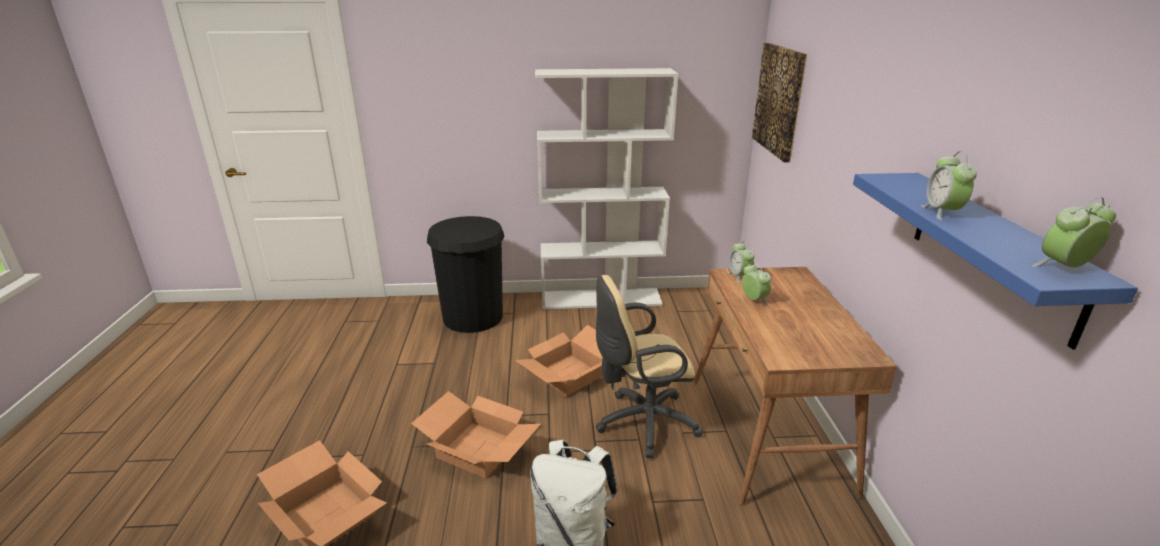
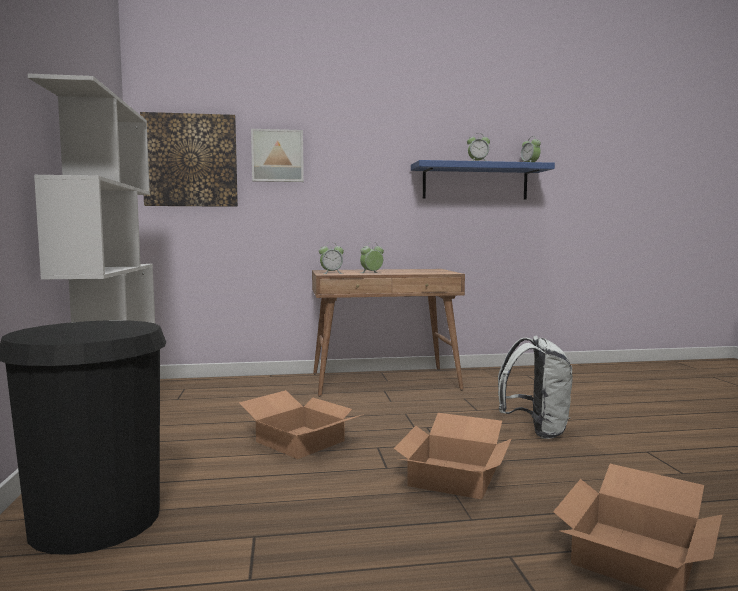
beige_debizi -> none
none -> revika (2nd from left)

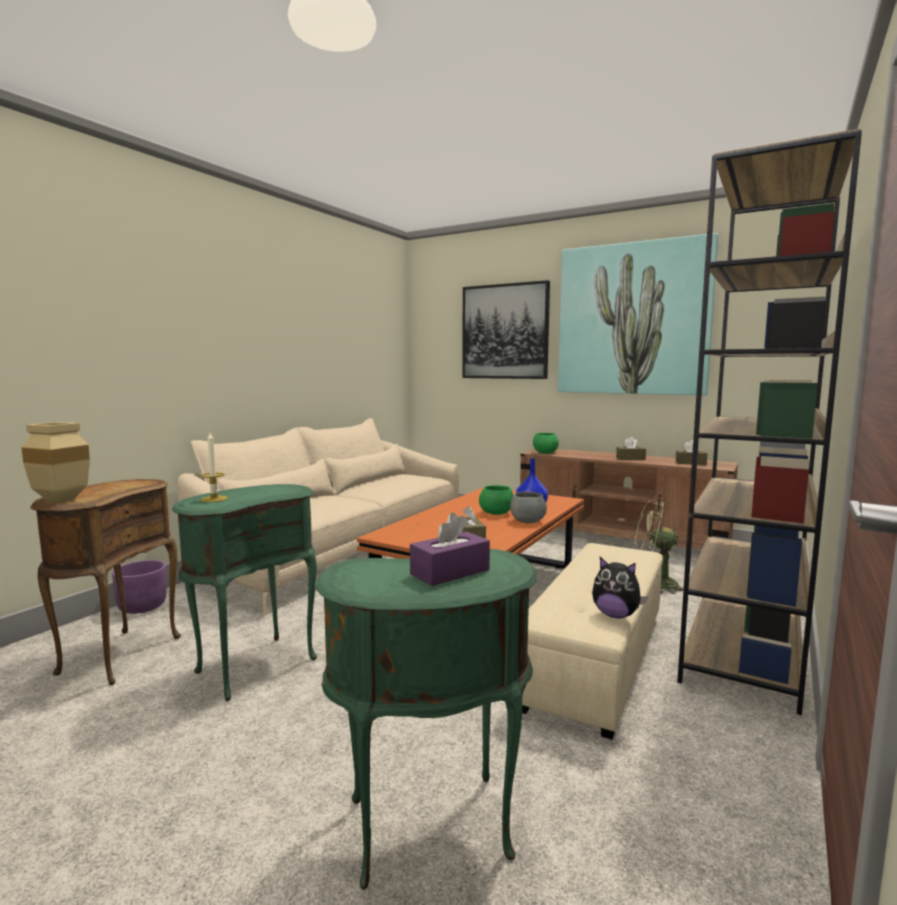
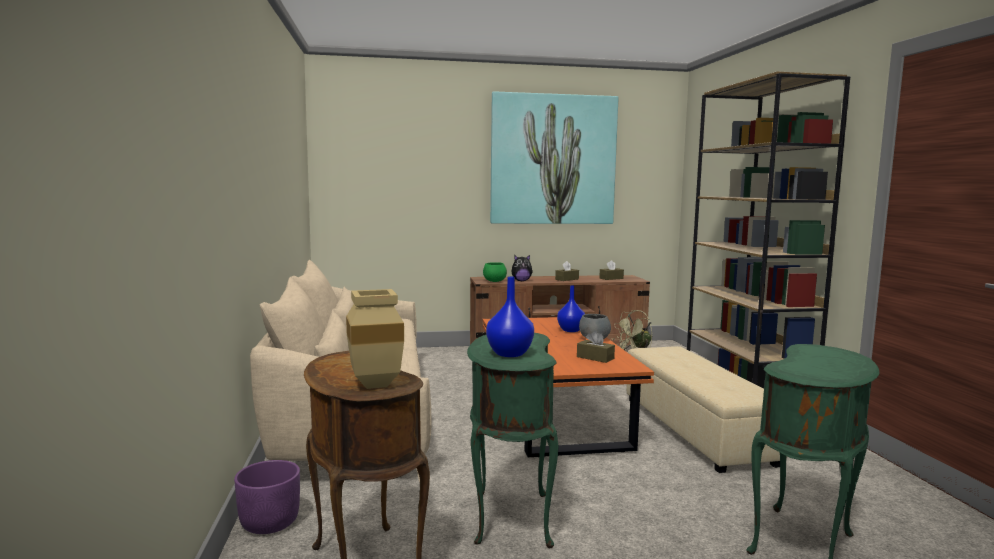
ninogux -> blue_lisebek (1st from left)
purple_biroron -> none
revika (1st from left) -> none
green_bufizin (1st from left) -> none
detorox, moved

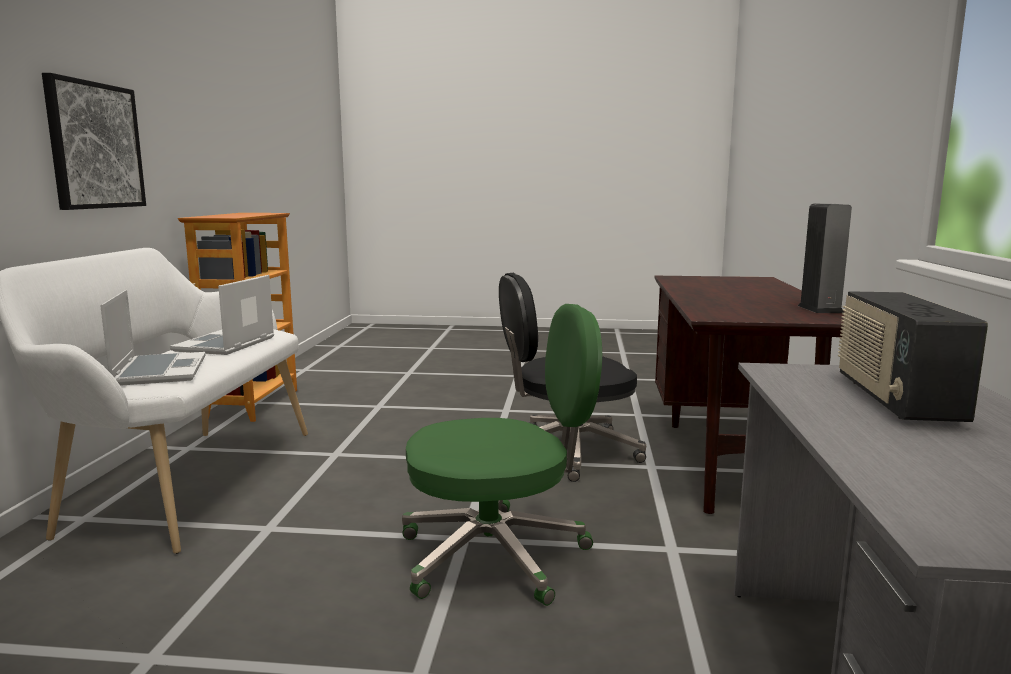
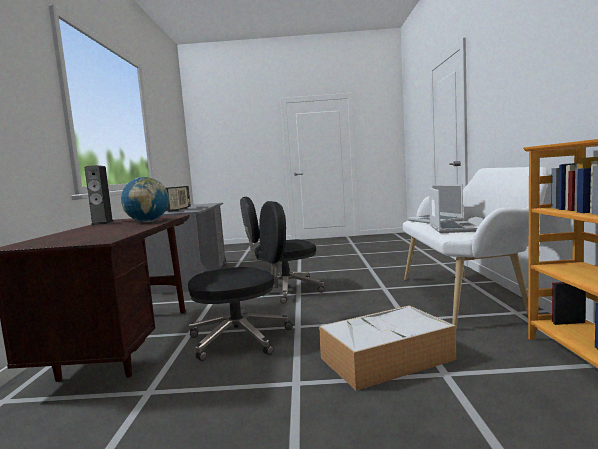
revika -> none
green_debizi -> black_debizi (2nd from left)
none -> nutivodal
none -> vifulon

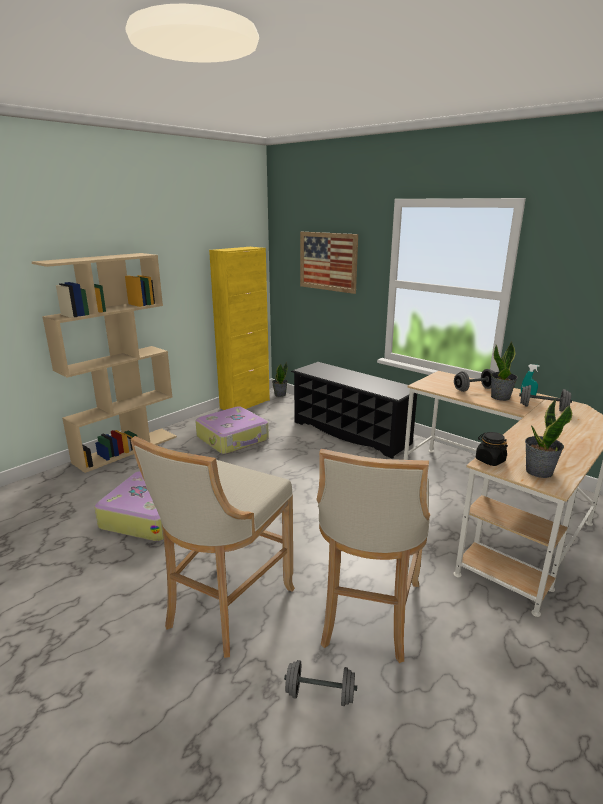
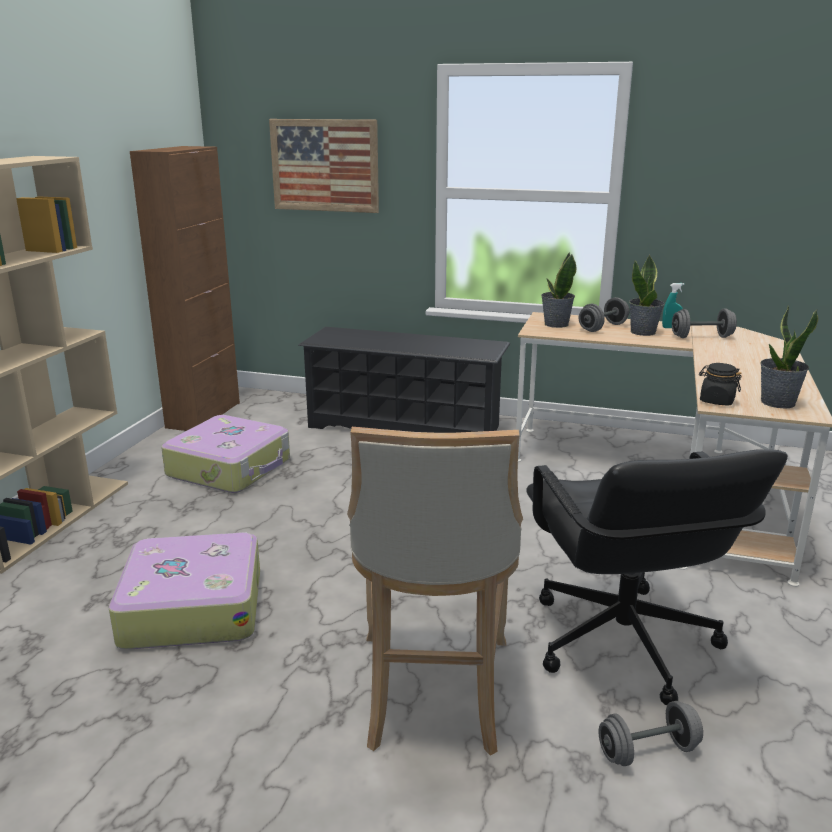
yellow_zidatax -> brown_zidatax
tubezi (1st from left), moved
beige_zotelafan (2nd from left) -> black_debizi

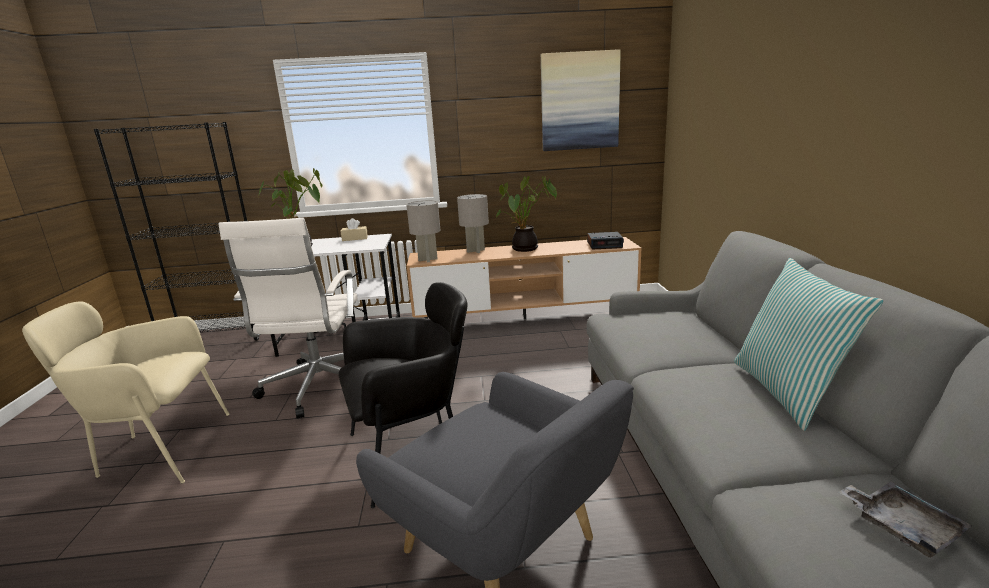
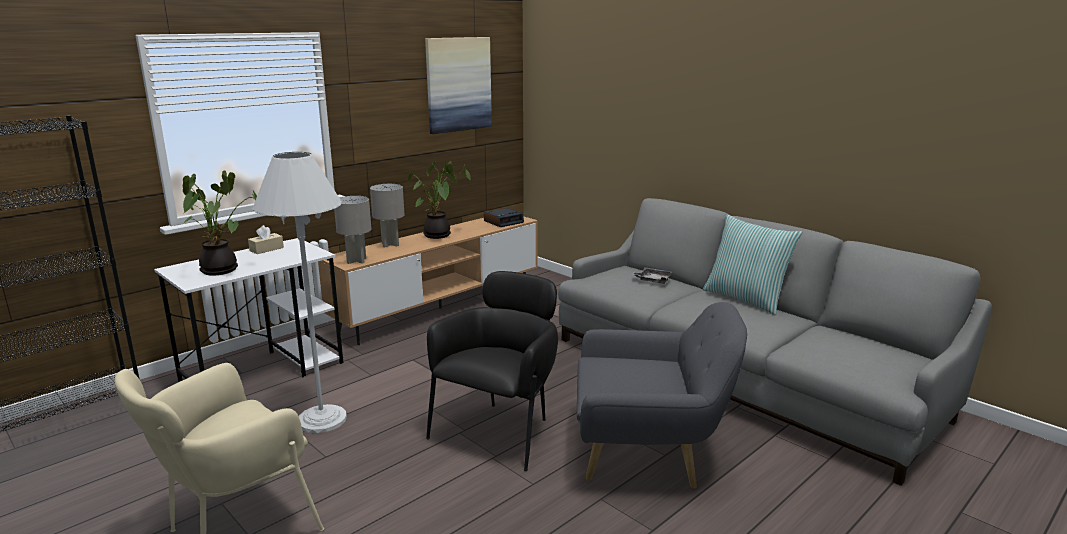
white_debizi -> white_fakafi
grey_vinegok, moved

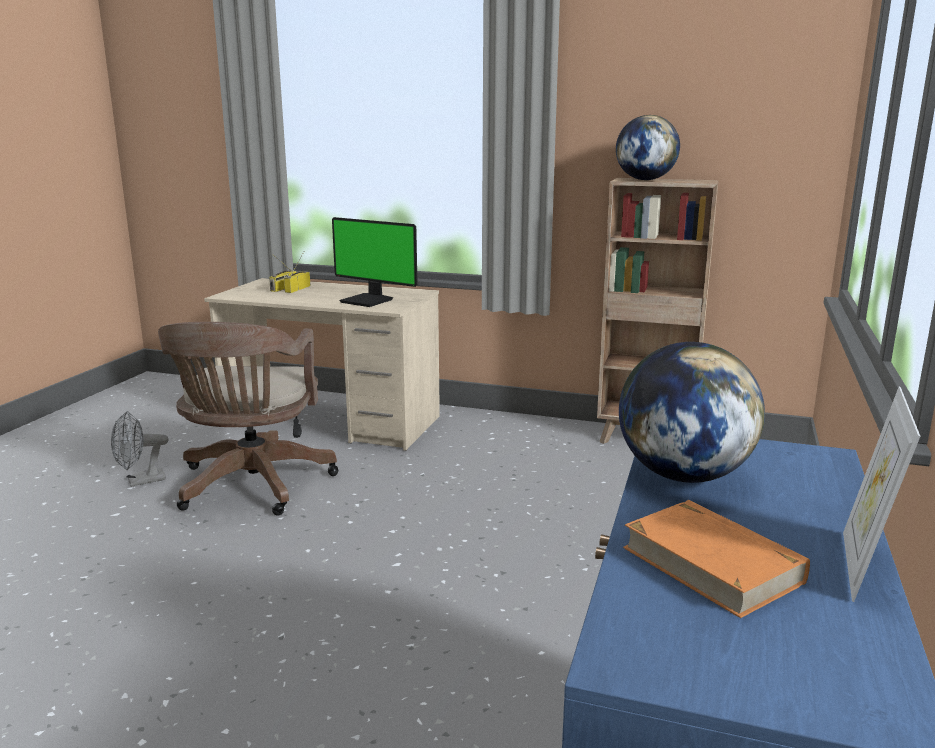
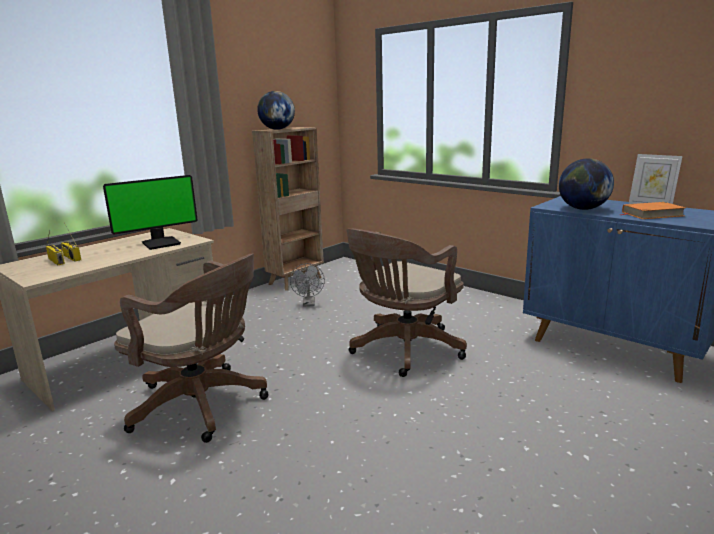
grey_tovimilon, moved
none -> brown_debizi (2nd from left)

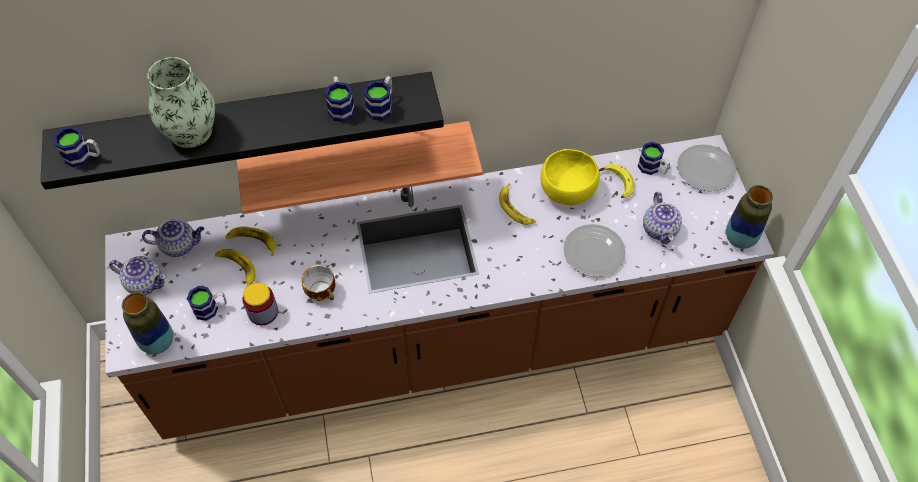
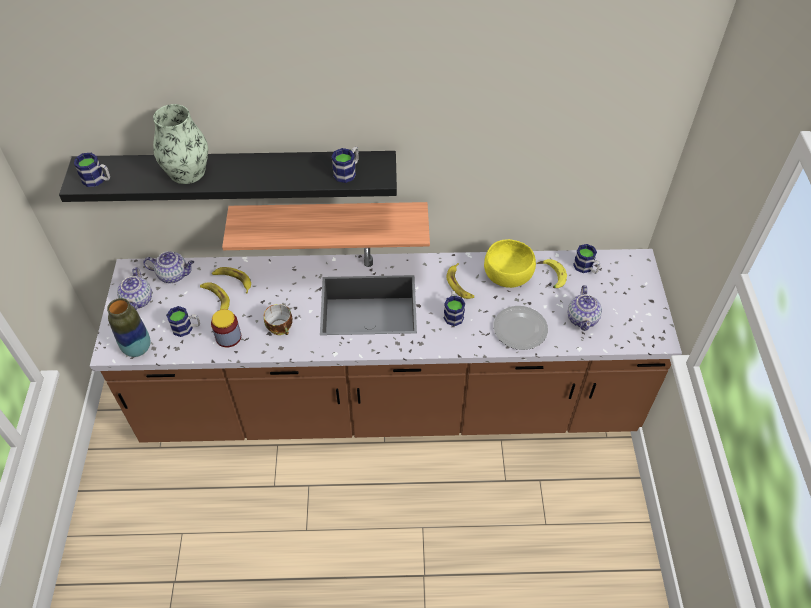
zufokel (1st from left), 60 degrees clockwise
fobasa (3rd from left in the first image) -> fobasa (4th from left), moved
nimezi (2nd from left) -> none
lisebek (3rd from left) -> none

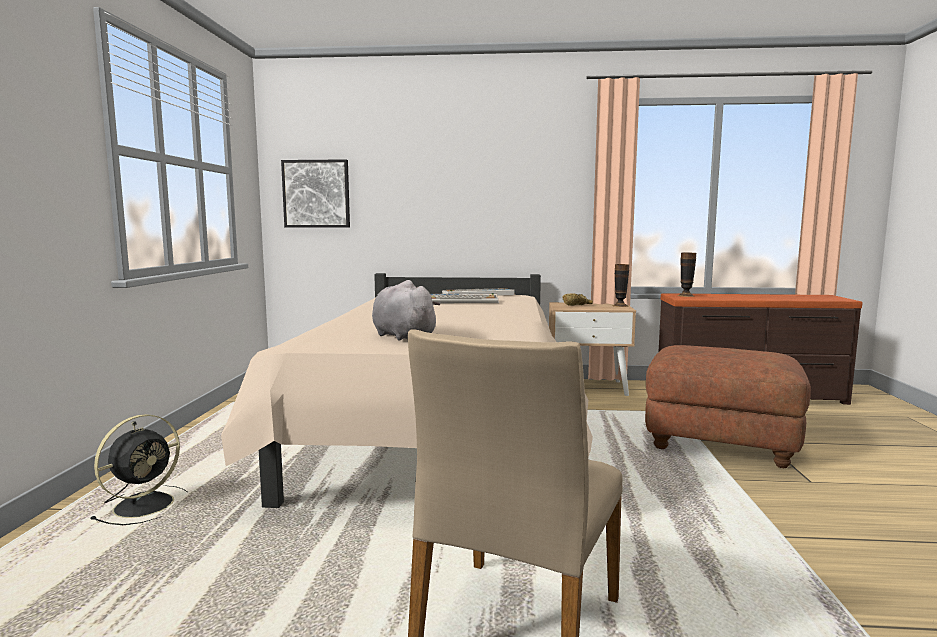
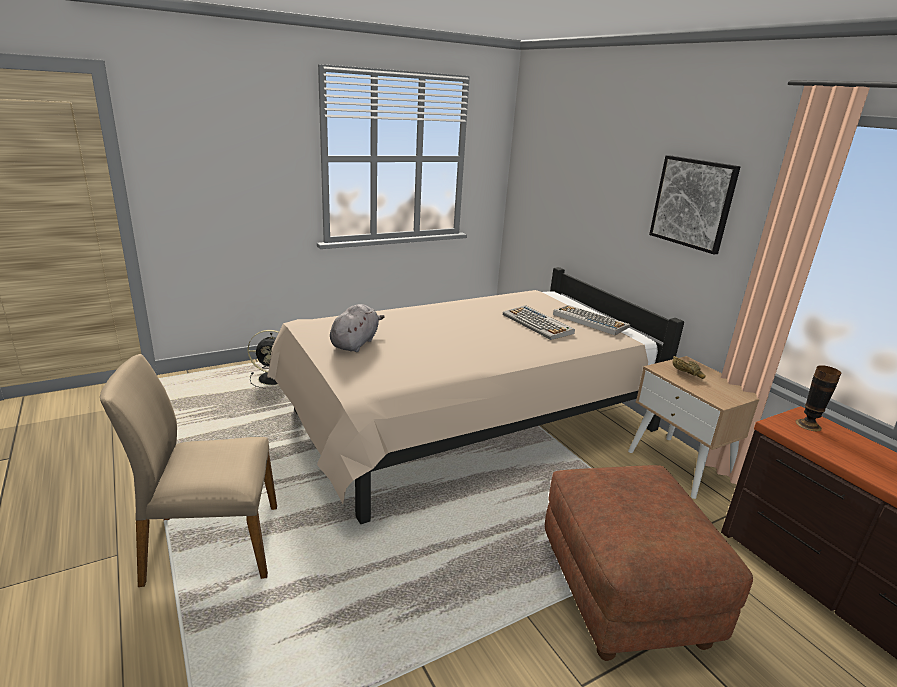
revika, moved
lisebek (1st from left) -> none

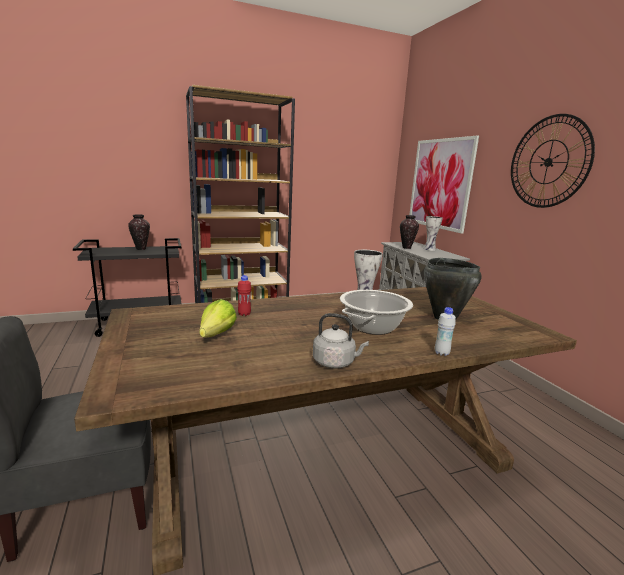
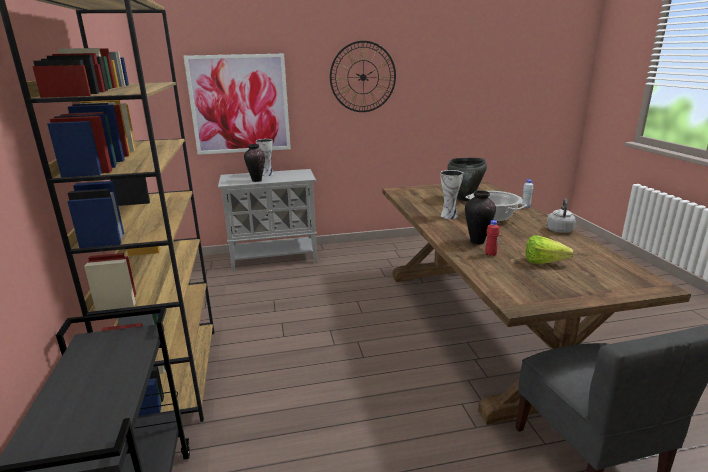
lisebek (1st from left in the first image) -> lisebek (4th from left), moved

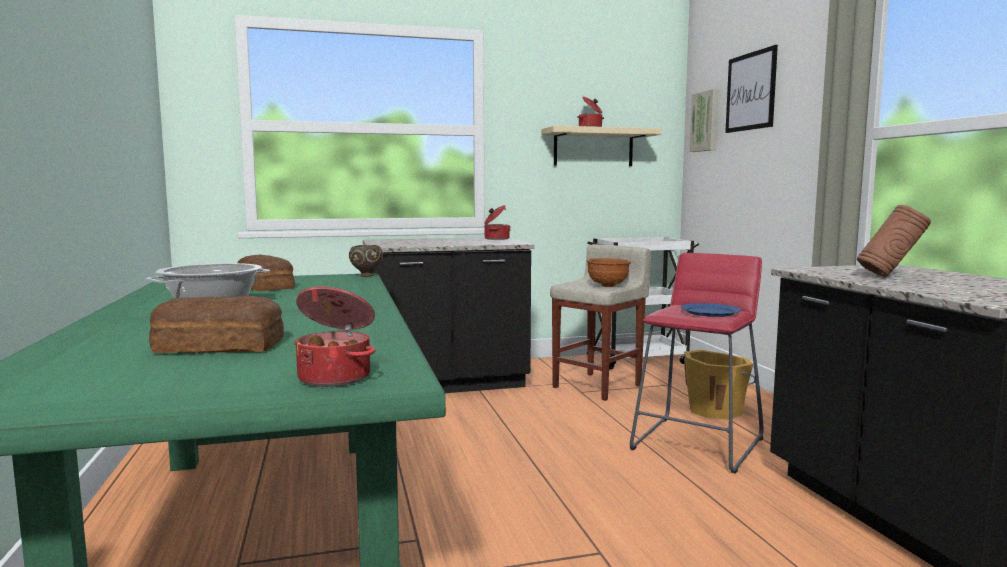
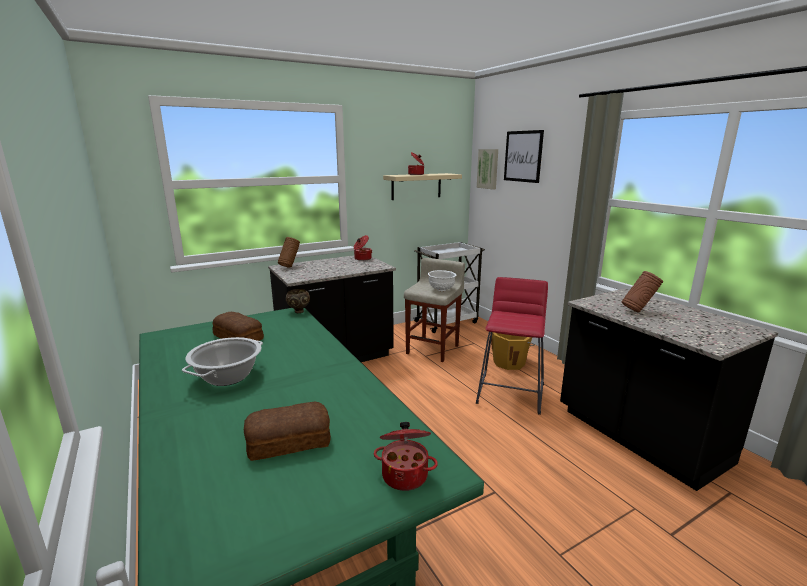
brown_bufizin (2nd from left) -> white_bufizin
blue_nimezi -> none
none -> brown_lisebek (1st from left)

